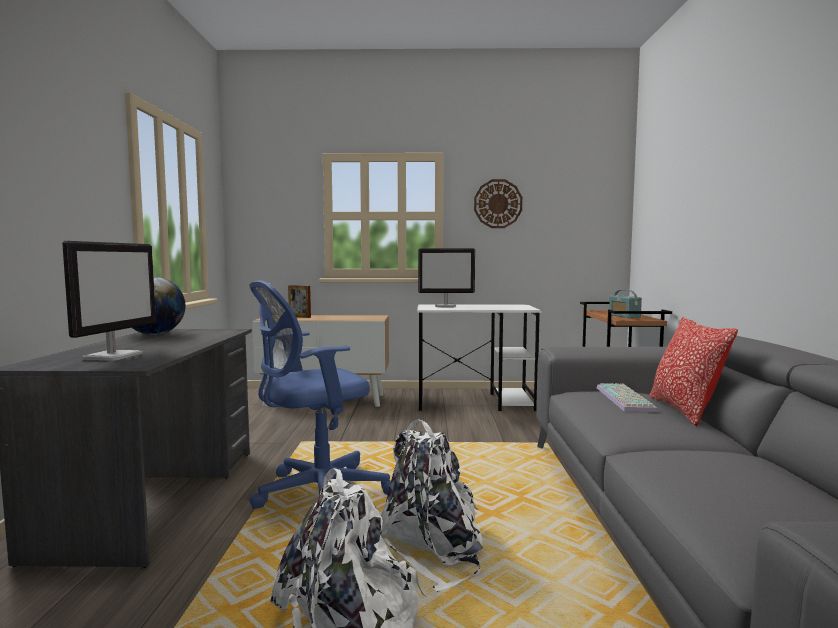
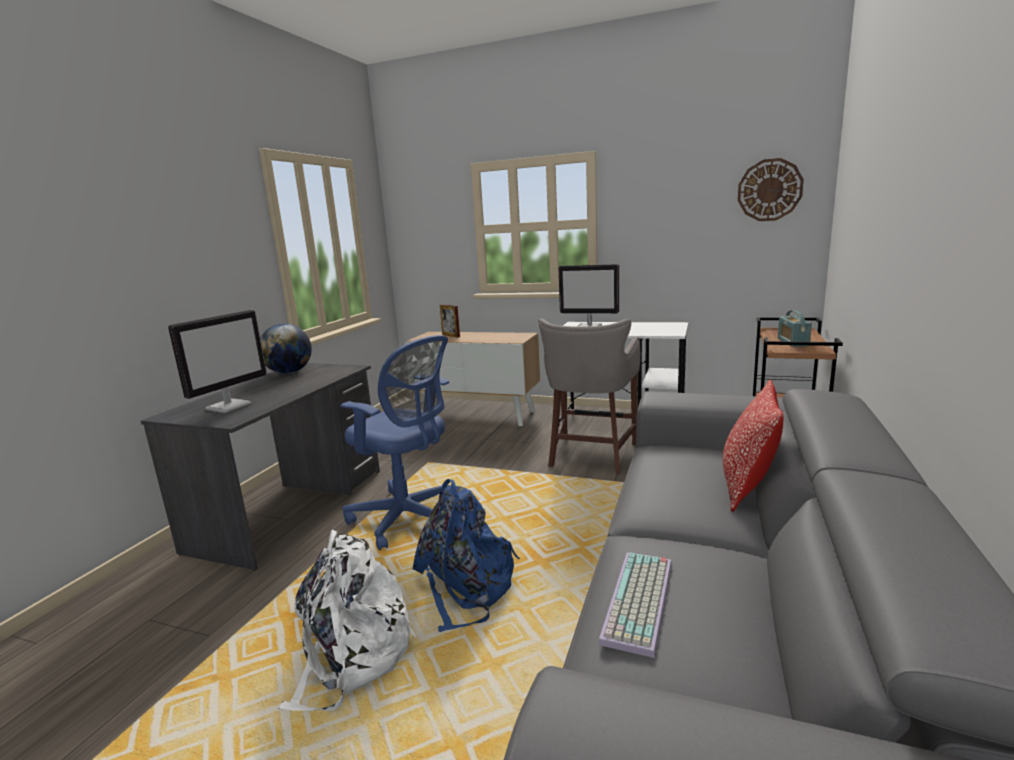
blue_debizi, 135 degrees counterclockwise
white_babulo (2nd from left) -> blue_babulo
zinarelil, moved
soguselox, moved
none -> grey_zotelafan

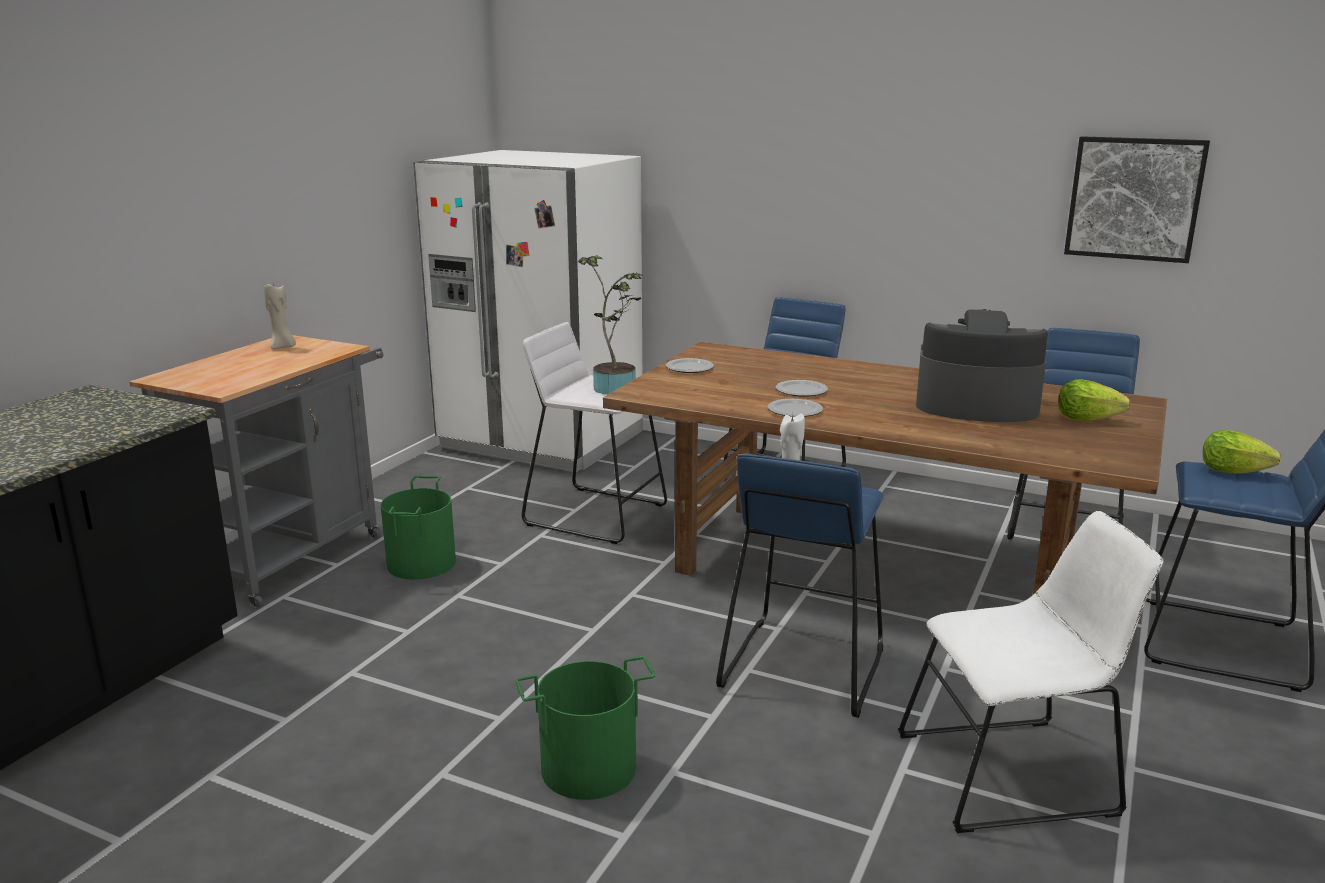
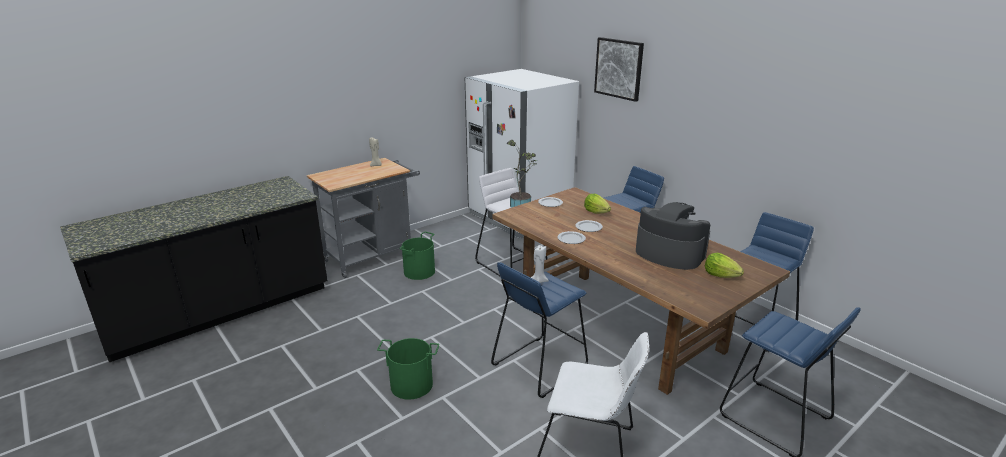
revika, moved
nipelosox (2nd from left in the first image) -> nipelosox (1st from left), moved

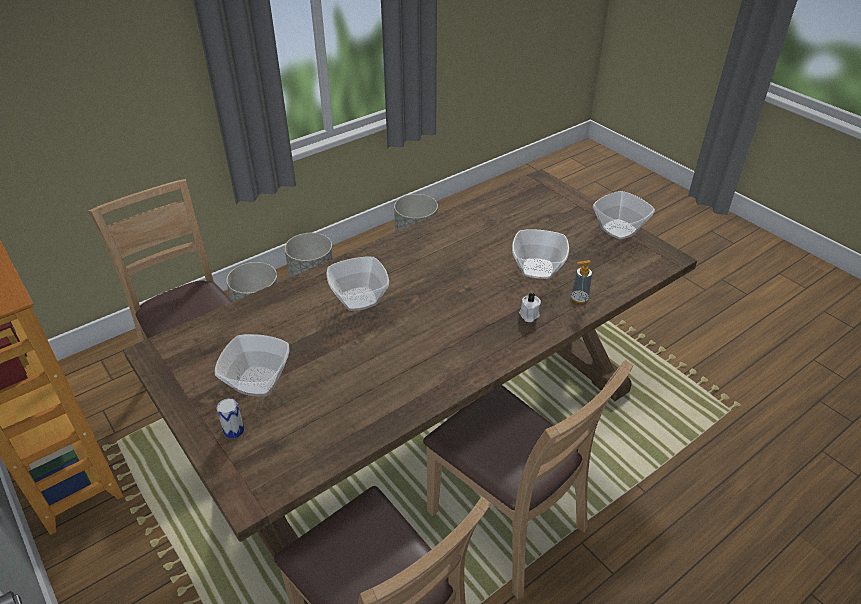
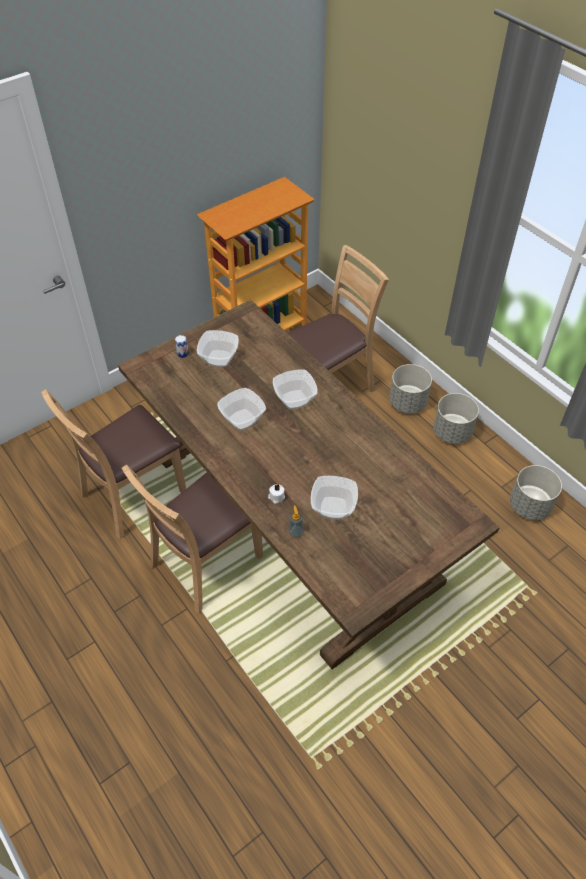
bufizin (4th from left in the first image) -> bufizin (2nd from left), moved

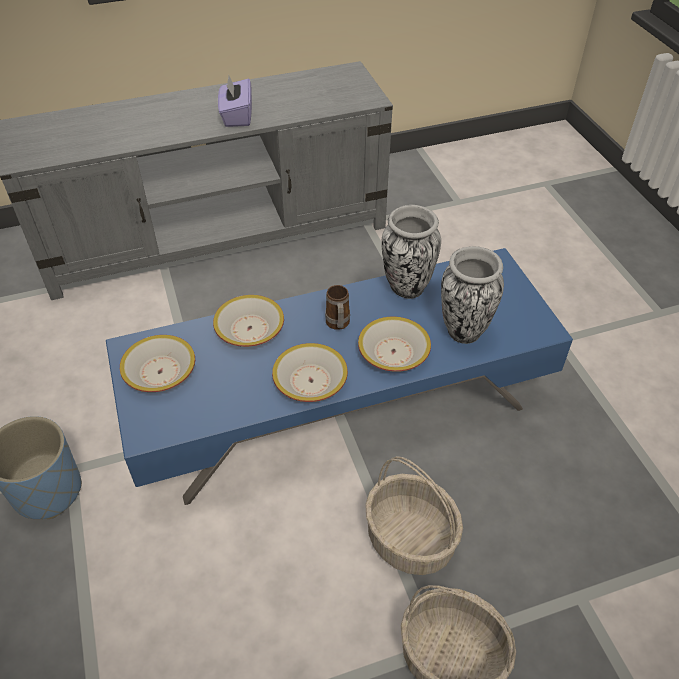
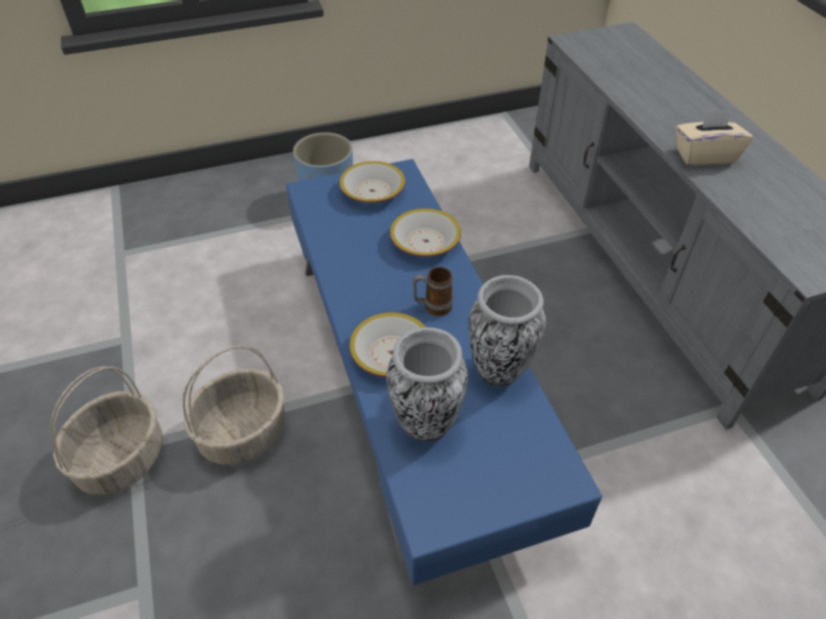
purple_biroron -> beige_biroron
bufizin (3rd from left) -> none

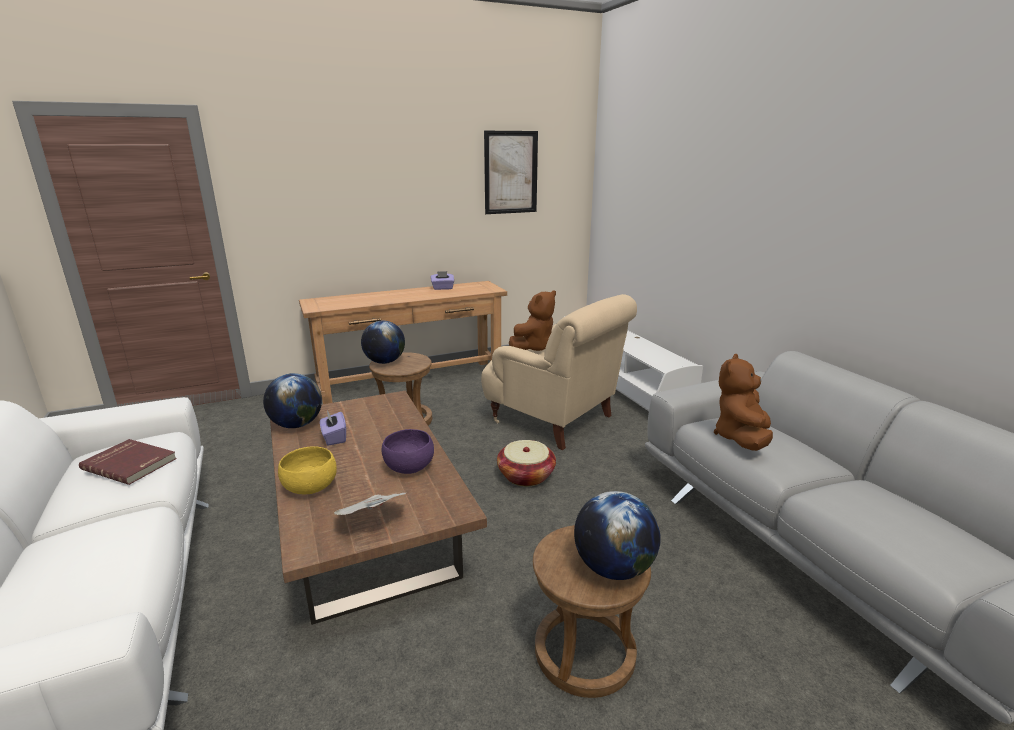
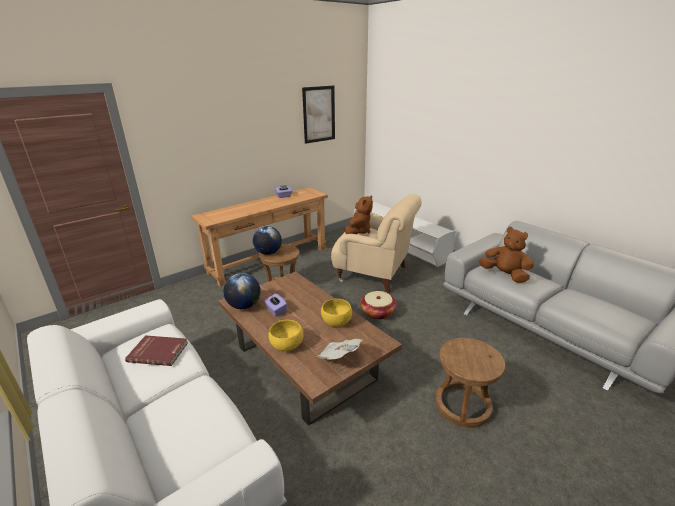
purple_bufizin -> yellow_bufizin (2nd from left)
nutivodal (3rd from left) -> none
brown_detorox (2nd from left), 120 degrees clockwise

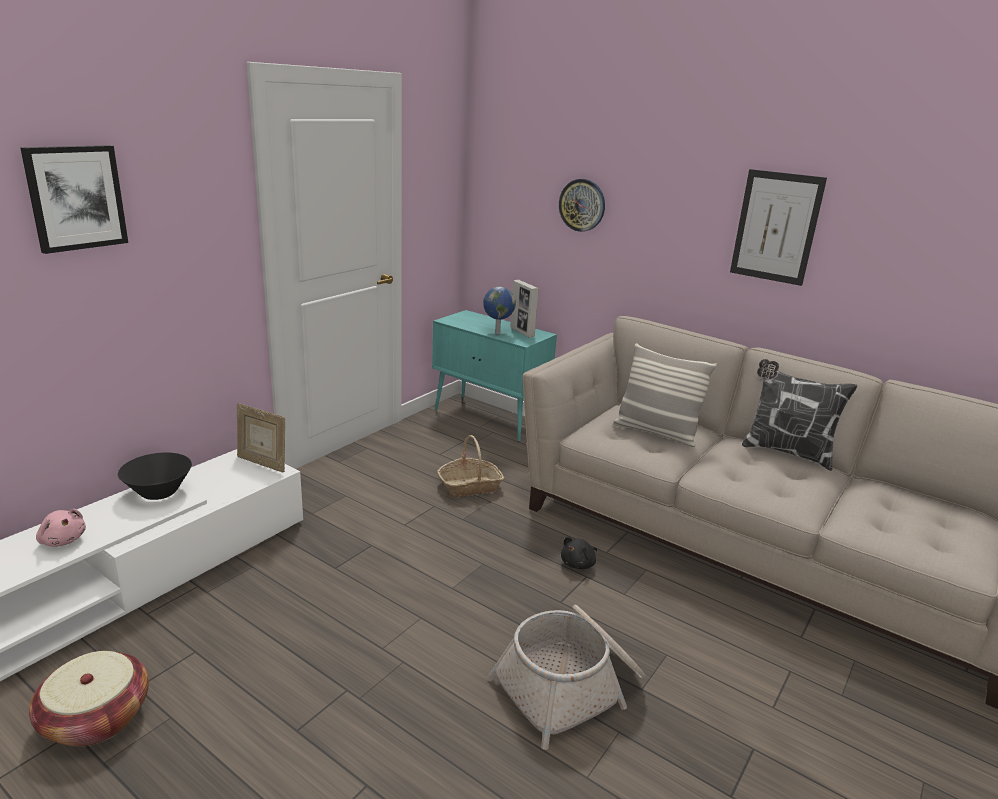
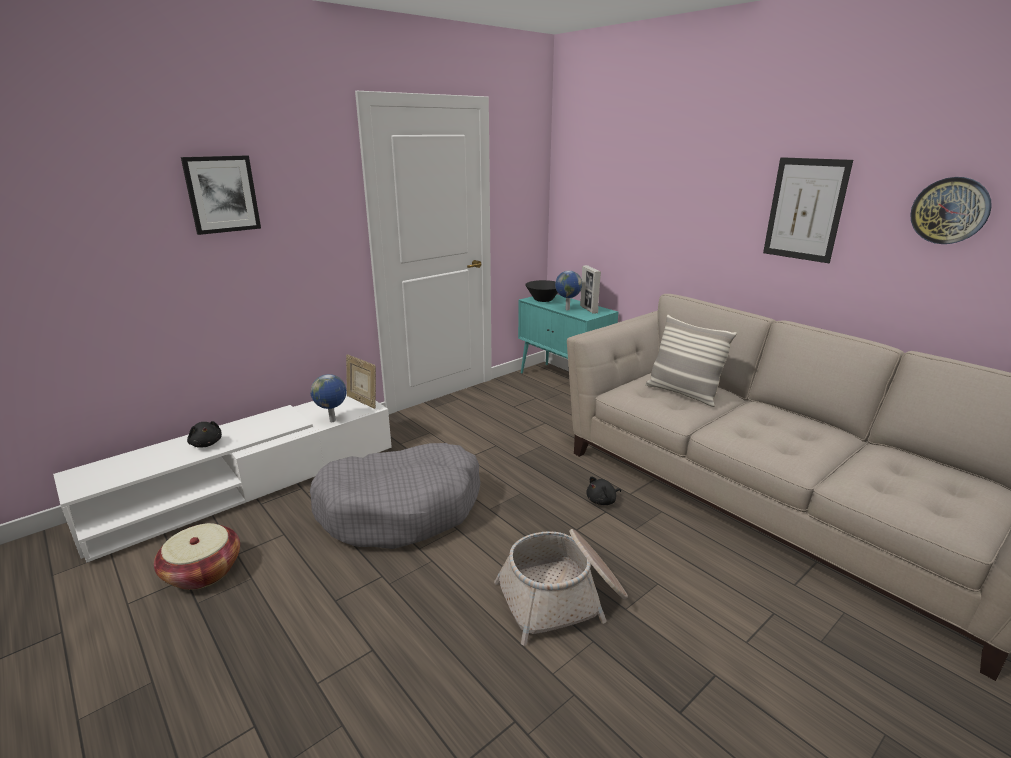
pink_detorox -> black_detorox (1st from left)
black_bufizin, moved
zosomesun (2nd from left) -> none
zinarelil, moved
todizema (2nd from left) -> none
none -> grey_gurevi
none -> nutivodal (1st from left)

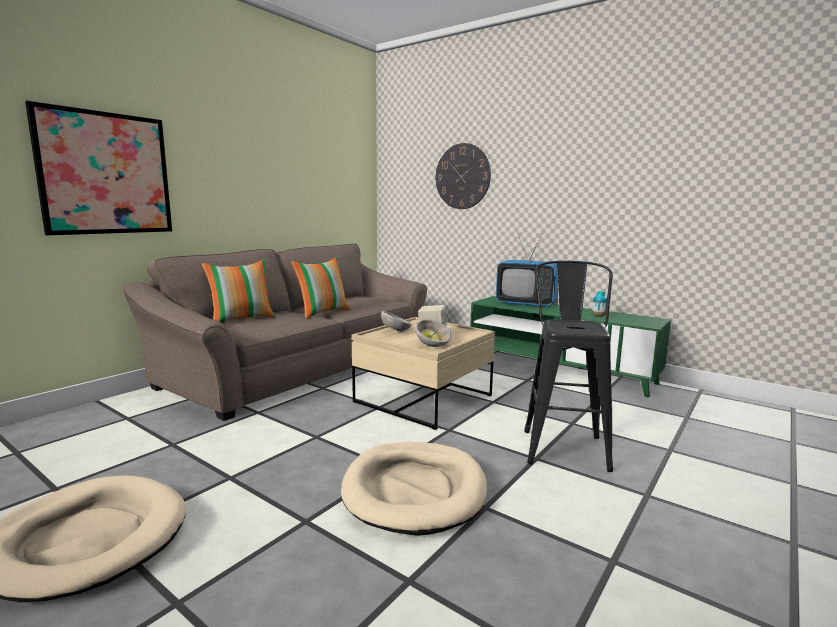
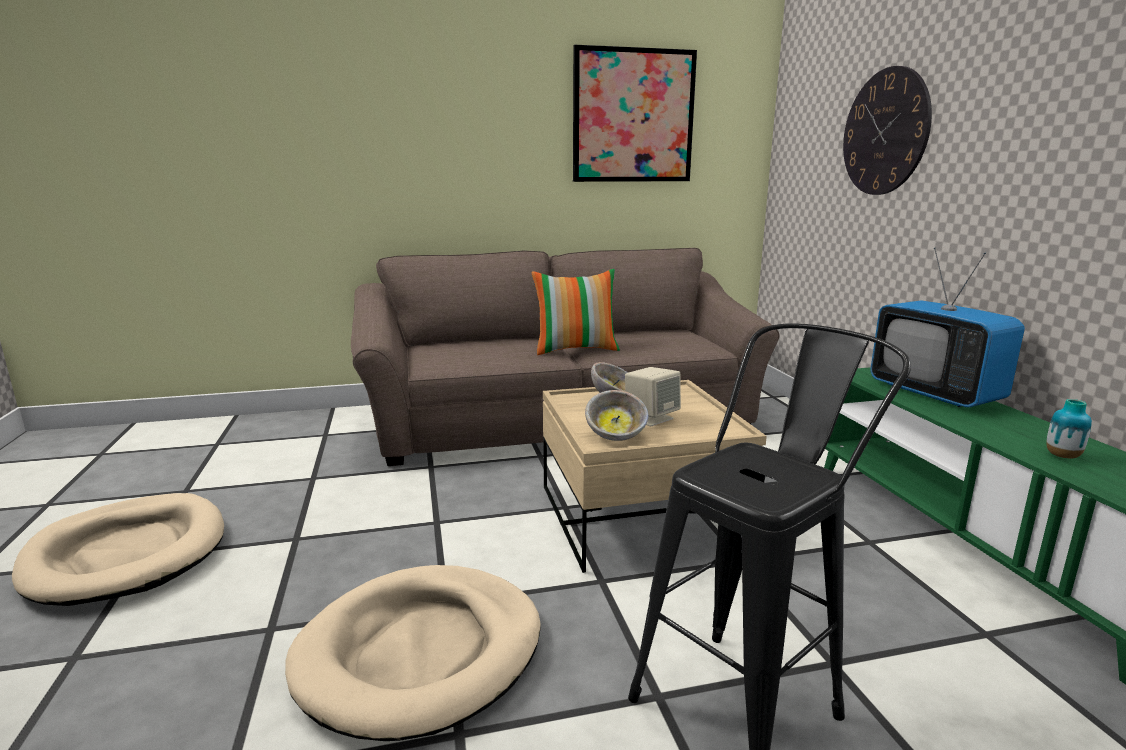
revika, moved
todizema (1st from left) -> none

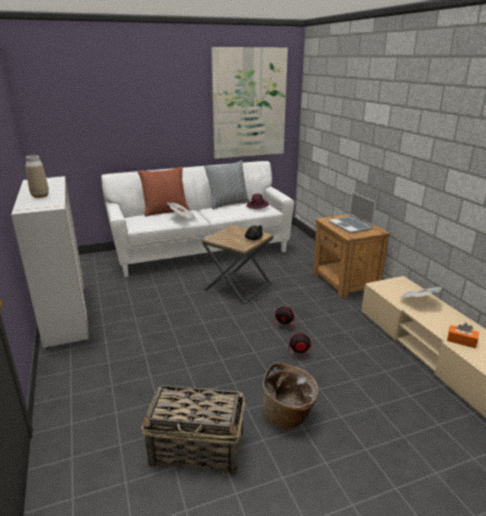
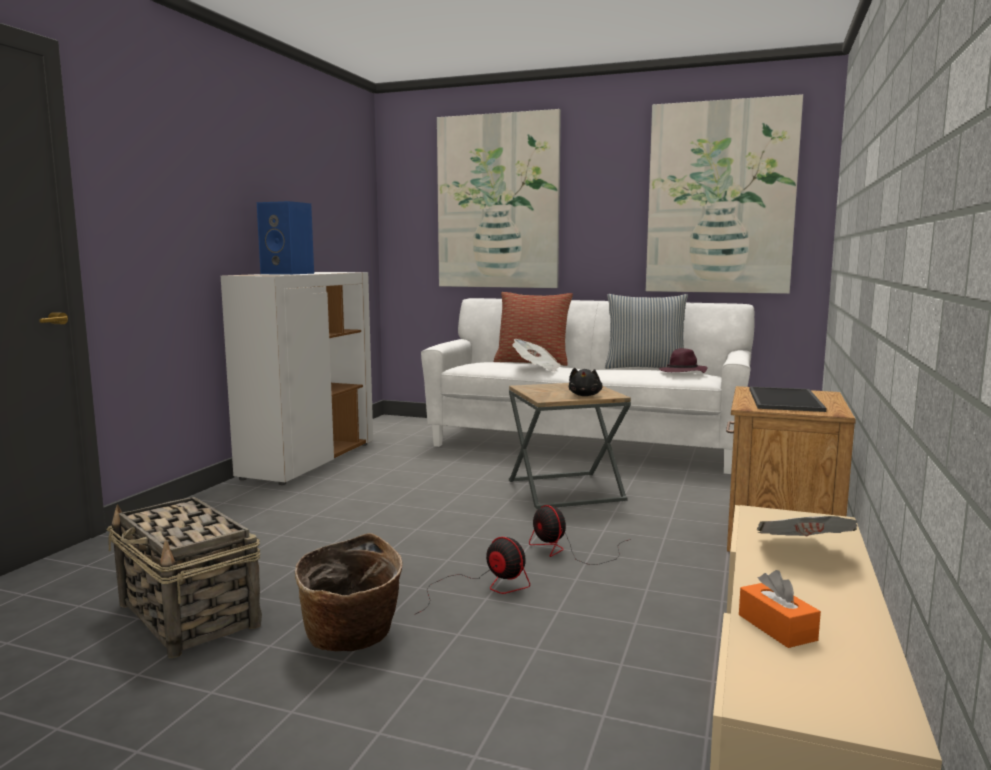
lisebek -> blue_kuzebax
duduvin -> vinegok
none -> revika (1st from left)

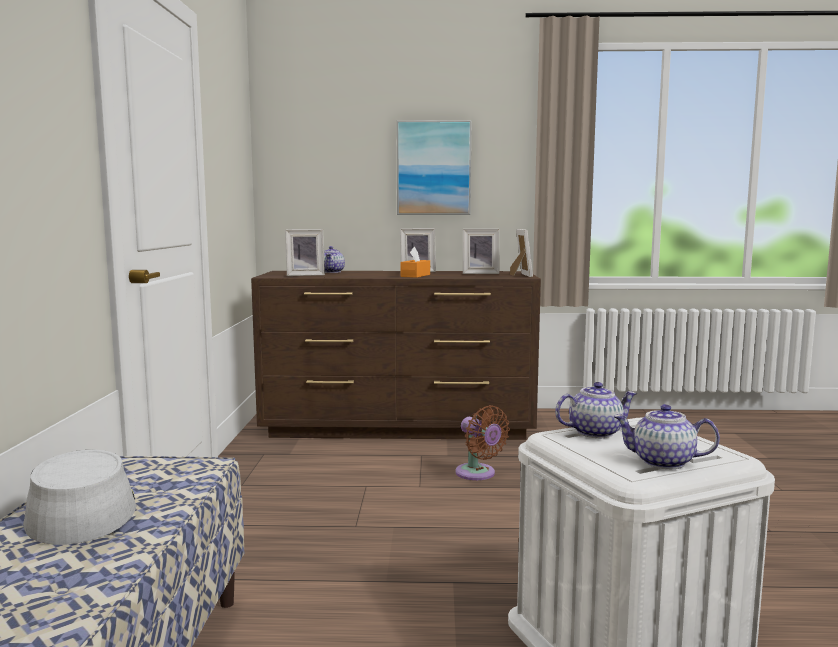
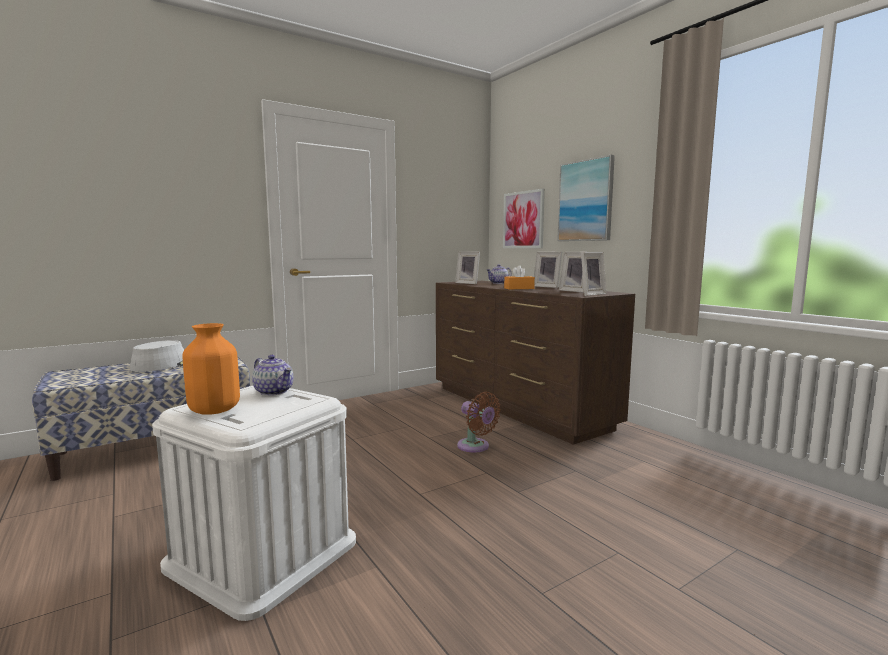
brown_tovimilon, 60 degrees counterclockwise
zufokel (3rd from left) -> orange_lisebek
none -> revika (1st from left)

